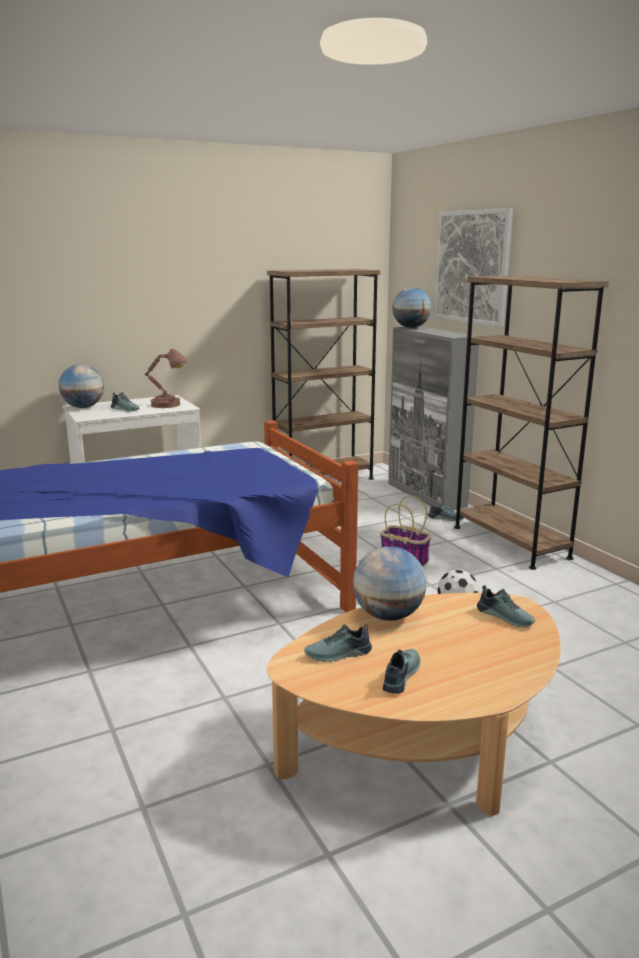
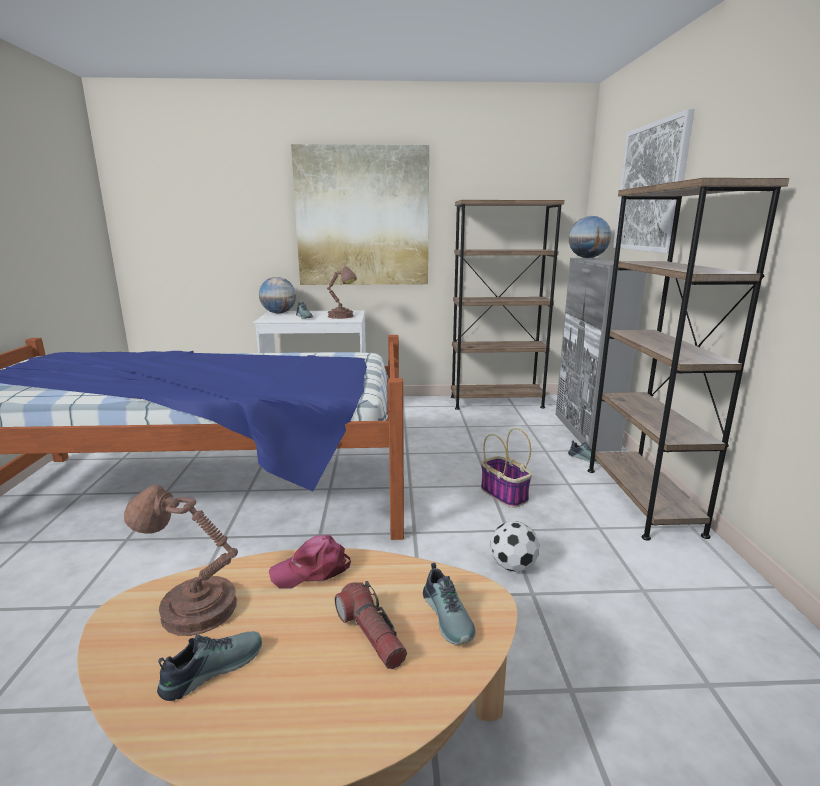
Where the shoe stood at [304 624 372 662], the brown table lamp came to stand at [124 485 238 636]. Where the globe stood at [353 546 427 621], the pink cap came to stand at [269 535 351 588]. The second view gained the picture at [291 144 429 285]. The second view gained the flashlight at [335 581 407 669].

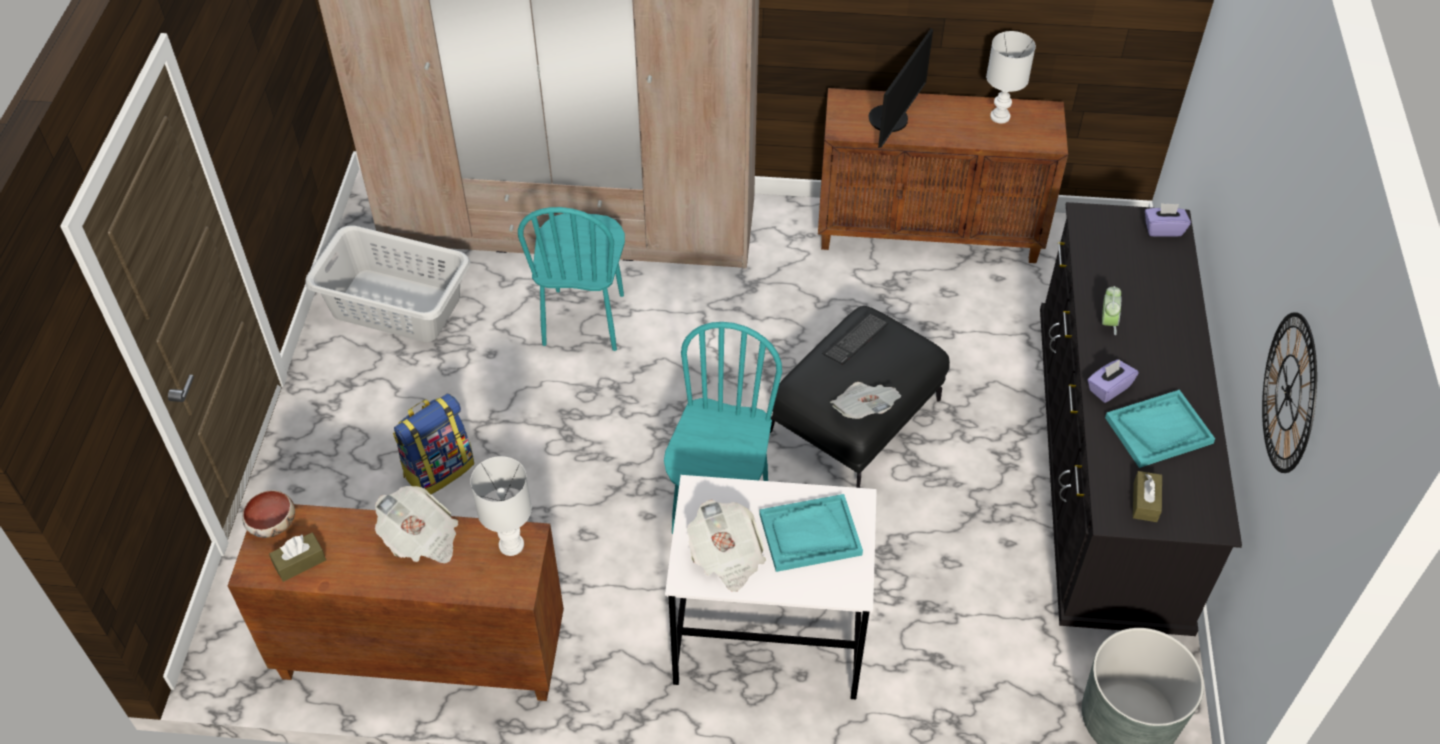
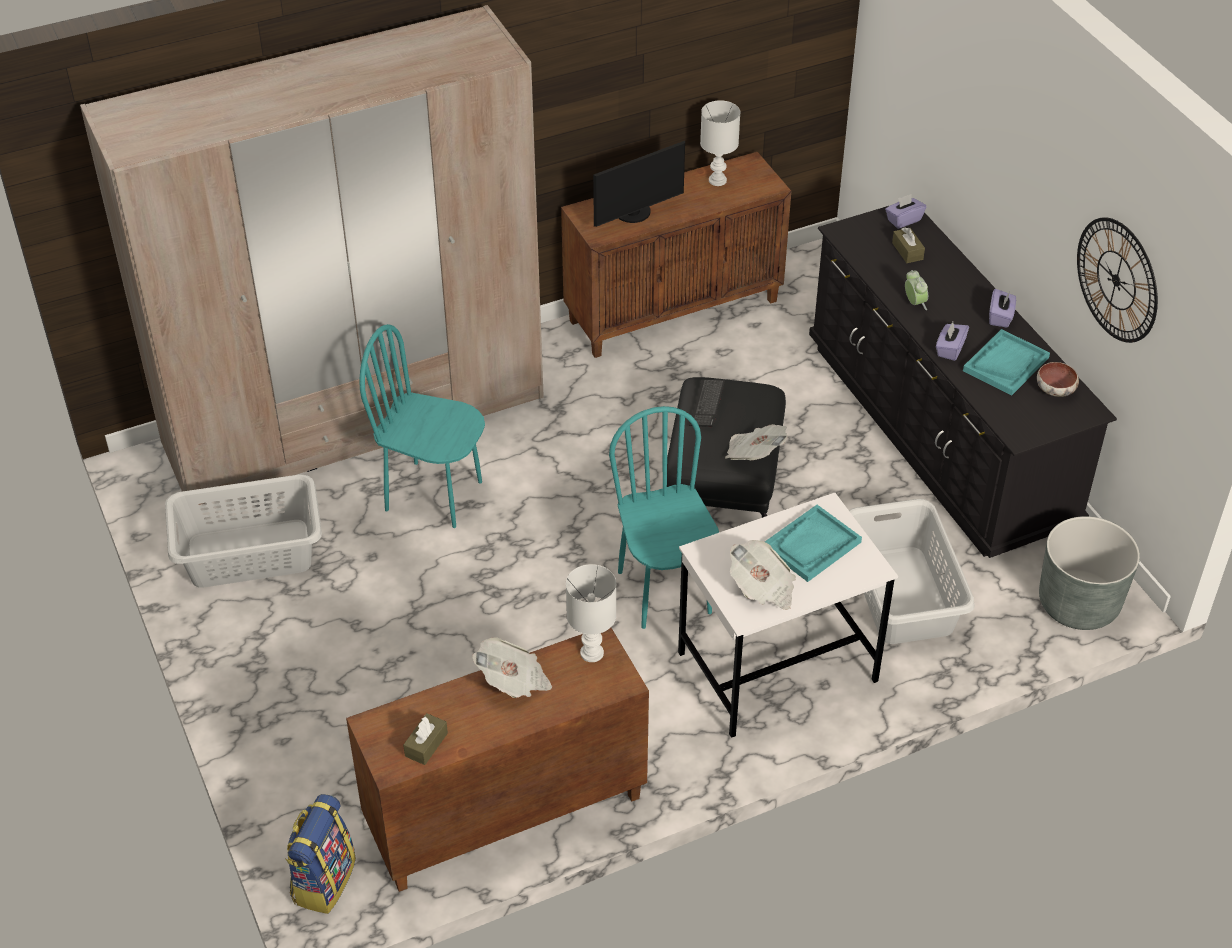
The backpack ended up elsewhere, having gone from [393 393 474 495] to [285 794 356 914]. The turquoise chair at [518 207 625 351] ended up facing another way, 135 degrees clockwise from before. The monitor at [869 28 933 148] ended up facing another way, 60 degrees clockwise from before. The second view gained the grey laundry basket at [849 499 975 644]. The brown tissue box ended up elsewhere, having gone from [1133 471 1162 522] to [892 227 925 263]. The second view gained the purple tissue box at [989 289 1016 327]. The bowl ended up elsewhere, having gone from [242 490 295 538] to [1037 362 1079 397].

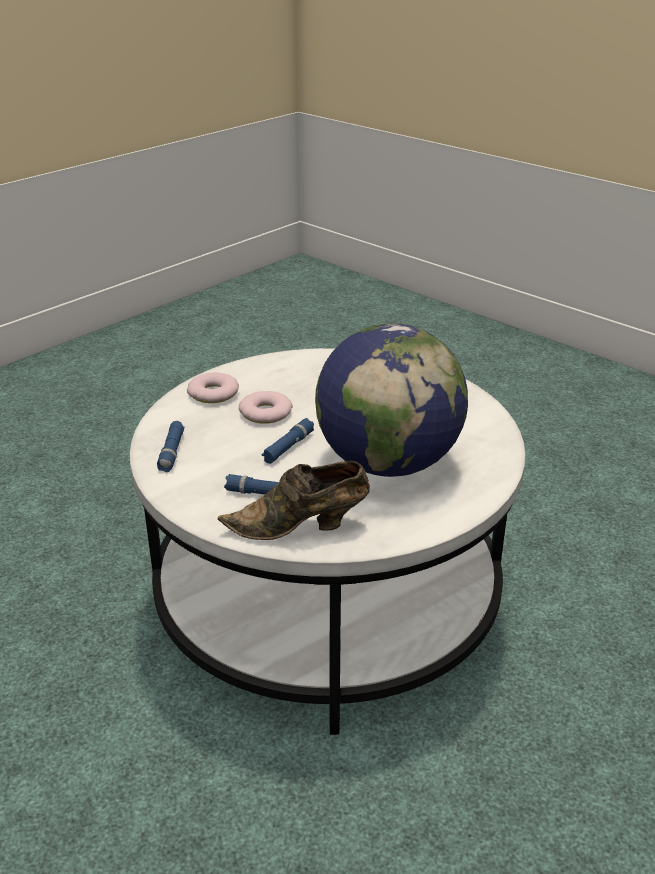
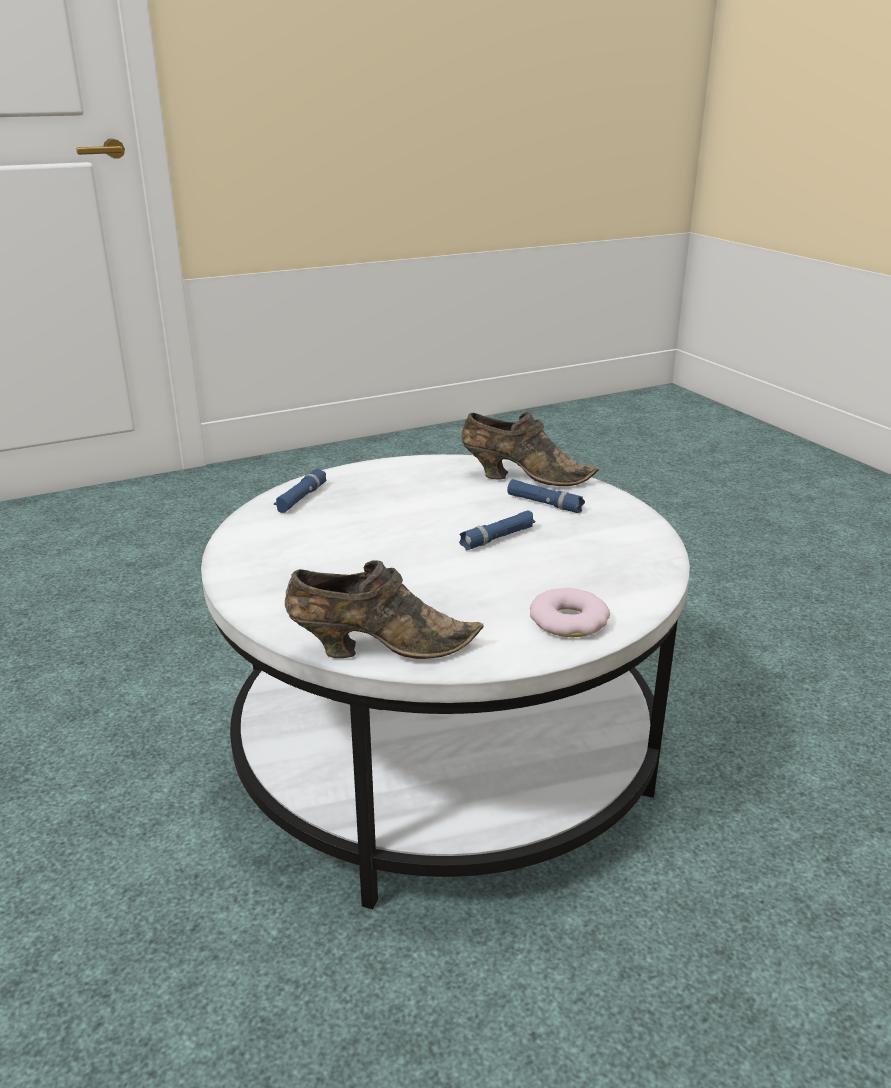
The blue flashlight ended up elsewhere, having gone from [157 421 184 473] to [274 468 326 513]. The second view gained the brown shoe at [285 560 483 659]. The second view lost the donut at [239 391 293 423]. The second view lost the globe at [315 323 468 477].

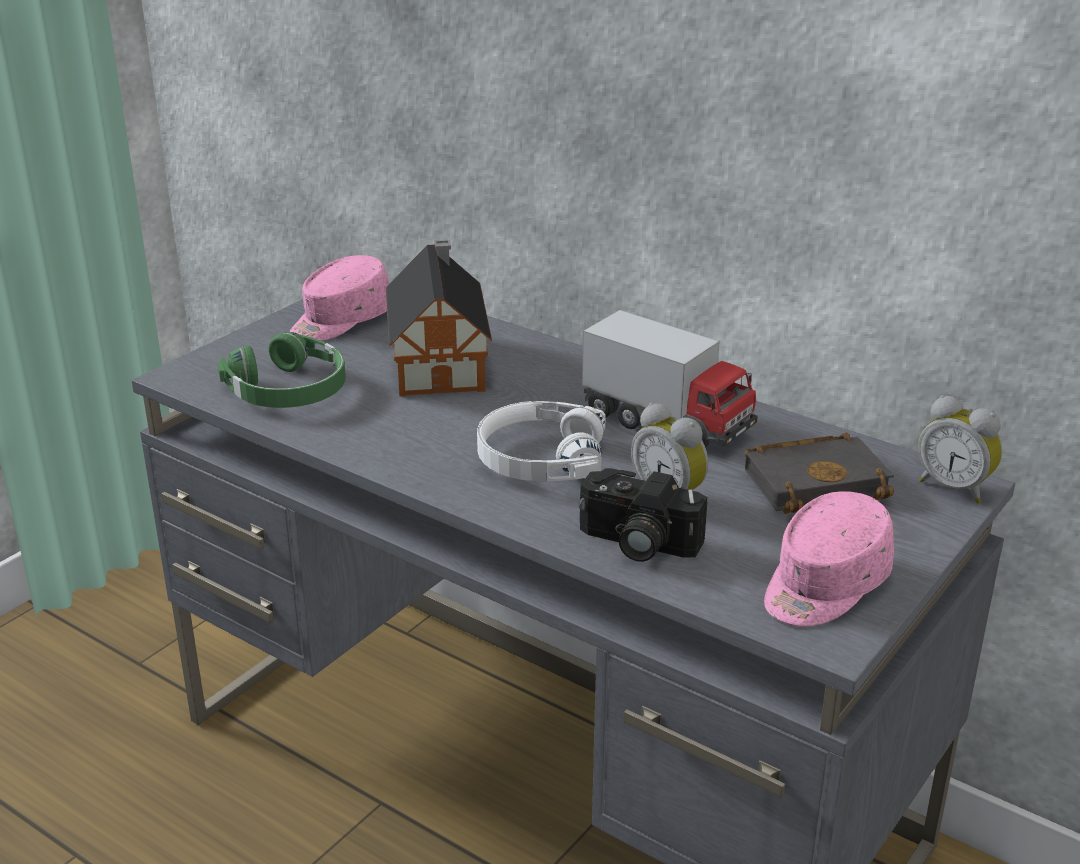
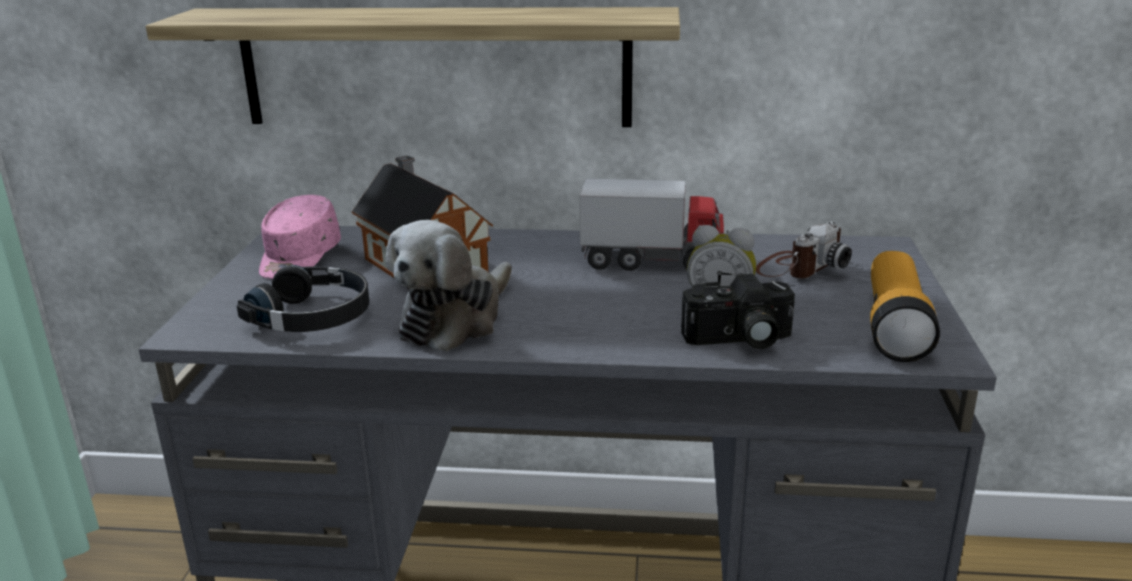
The second view gained the shelf at [146 7 680 127]. What was the green headphones at [217 332 346 408] turned into the black headphones at [237 265 369 332]. The second view gained the plush toy at [386 220 512 351]. Where the black book stood at [744 432 894 514], the photo camera came to stand at [756 222 852 278]. Where the pink cap stood at [764 491 894 626], the flashlight came to stand at [870 251 940 362]. The second view lost the white headphones at [477 401 606 481]. The second view lost the alarm clock at [918 395 1002 504].

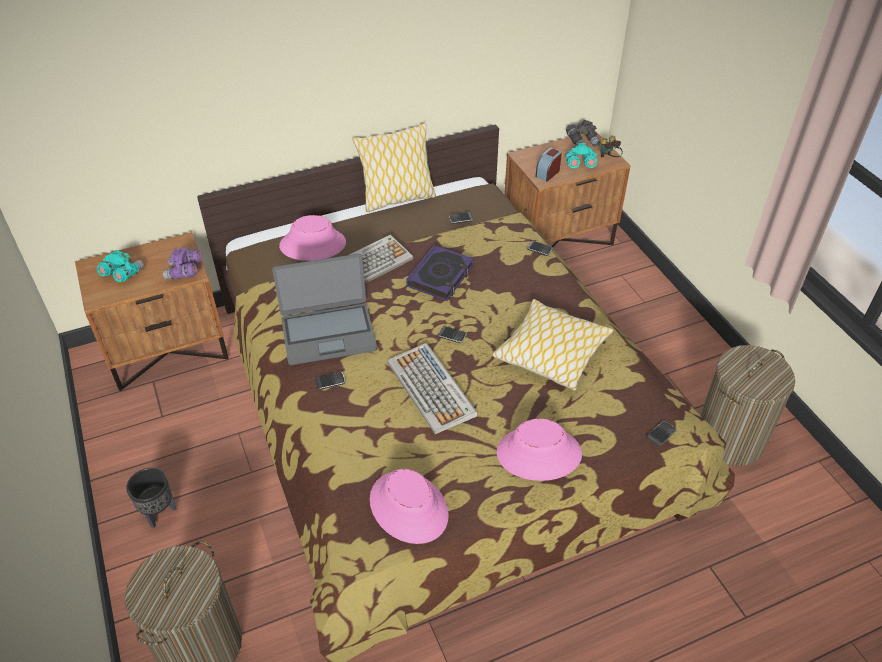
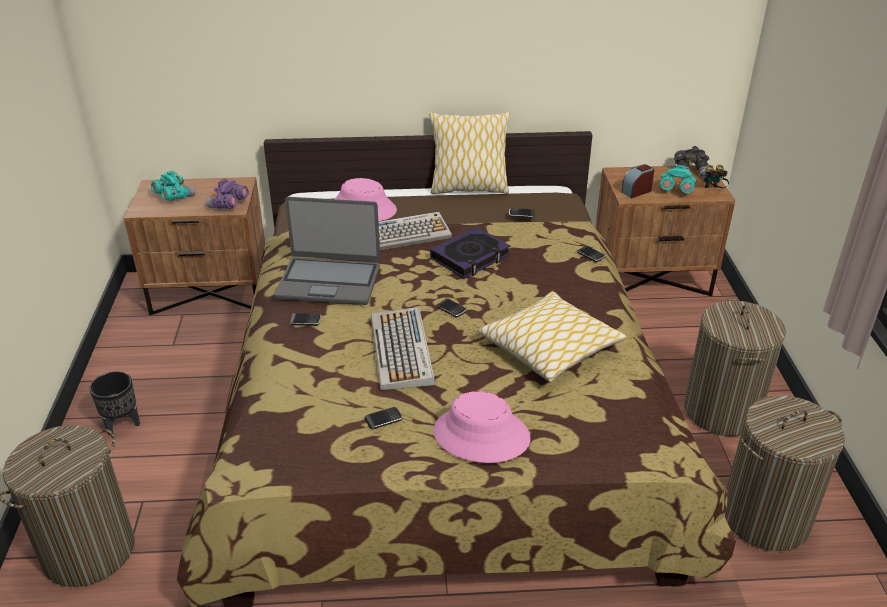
The phone ended up elsewhere, having gone from [647 421 677 446] to [365 407 402 429]. The second view gained the laundry basket at [684 299 786 436]. The second view lost the pink hat at [370 469 449 544].

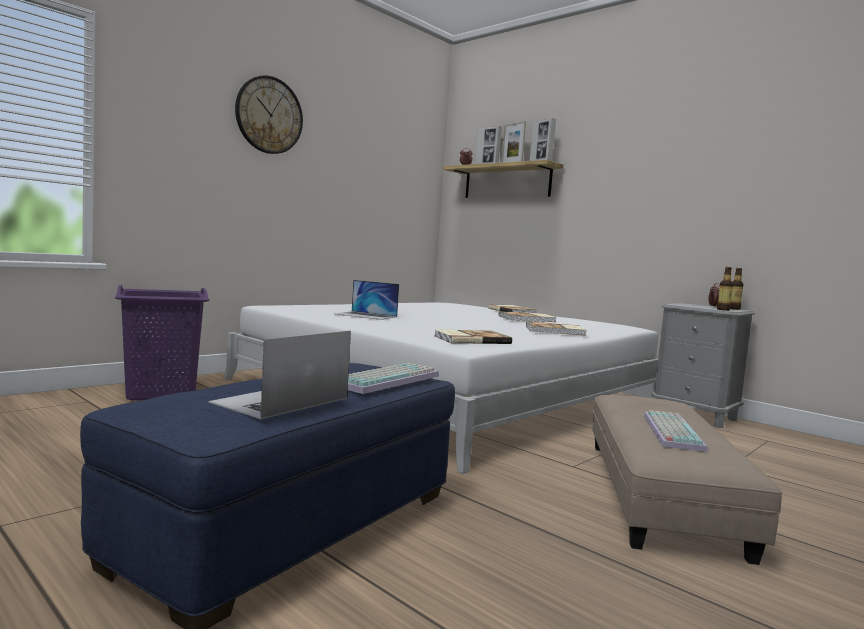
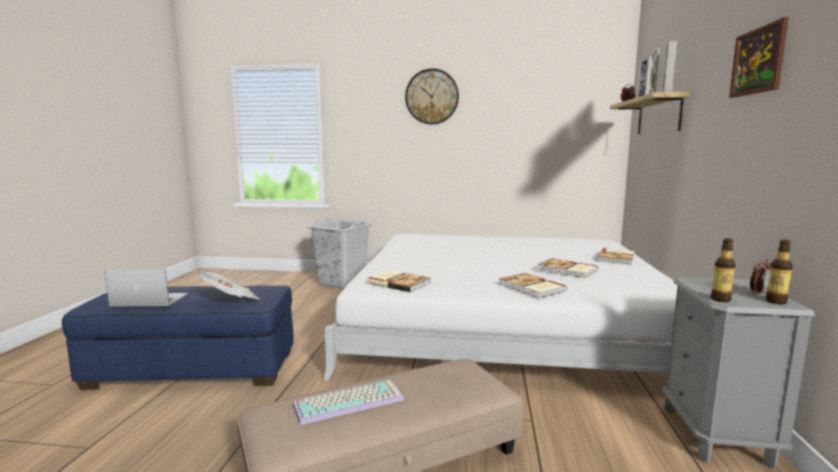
Where the keyboard stood at [348 363 439 394], the newspaper came to stand at [194 271 260 299]. What was the purple laundry basket at [115 285 209 401] turned into the grey laundry basket at [307 218 372 289]. The second view gained the picture at [729 17 789 98]. The second view lost the laptop at [334 280 399 320].

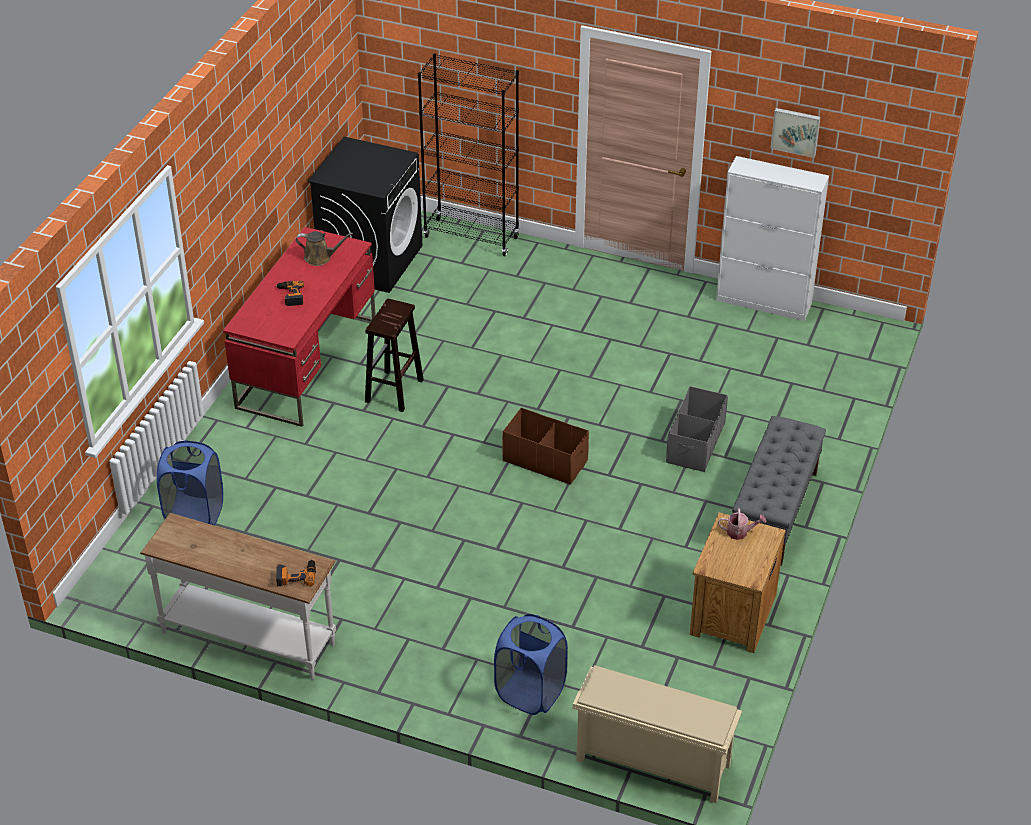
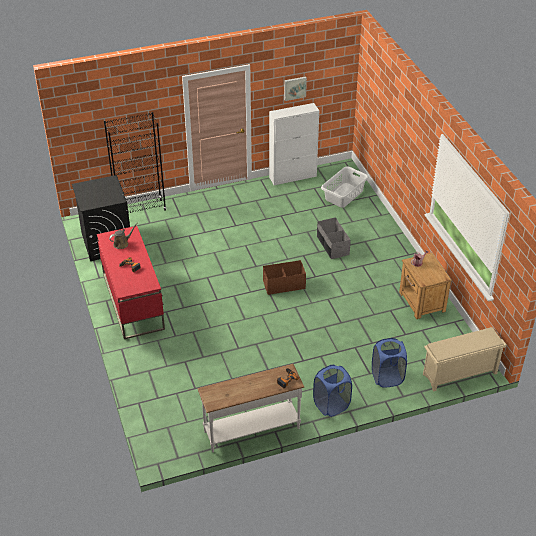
The blue laundry basket ended up elsewhere, having gone from [157 440 223 525] to [313 365 352 417]. The second view gained the grey laundry basket at [321 166 369 208]. The second view lost the brown stool at [365 298 424 412]. The second view lost the grey bench at [732 416 826 566].

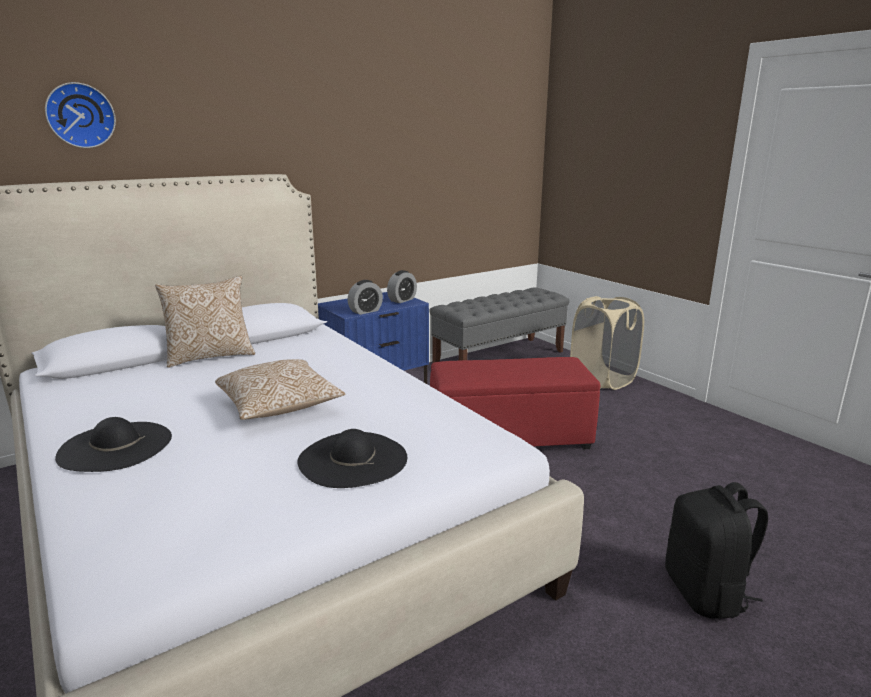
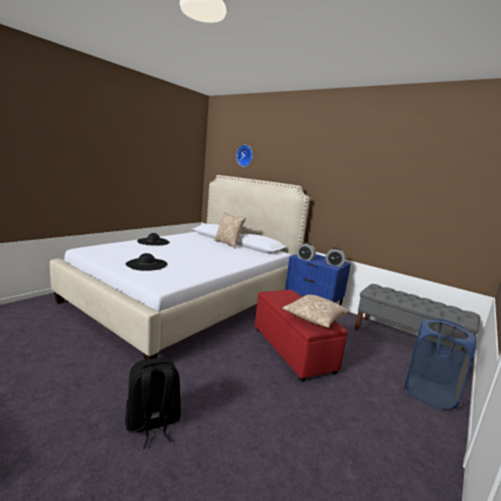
The pillow ended up elsewhere, having gone from [215 359 345 420] to [282 295 349 328]. What was the beige laundry basket at [570 296 644 390] turned into the blue laundry basket at [404 319 476 410].

